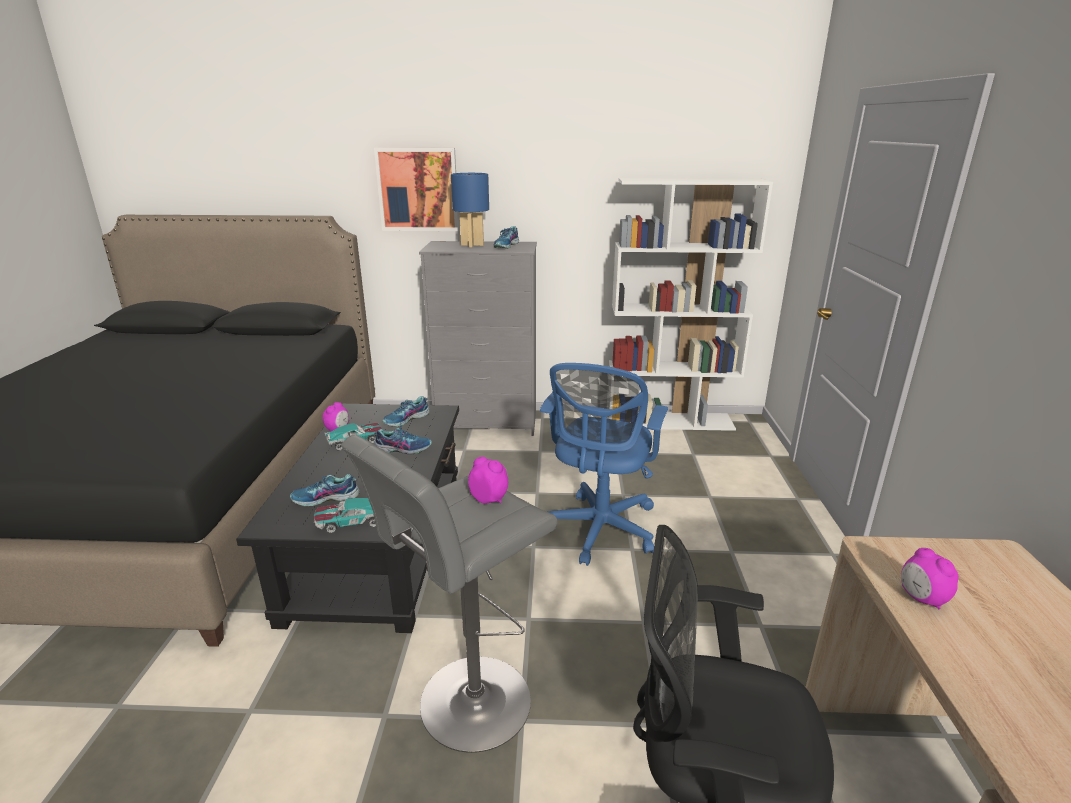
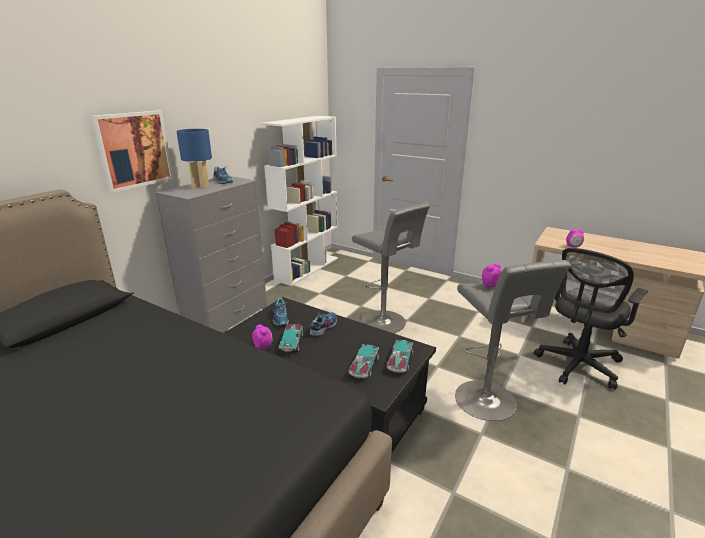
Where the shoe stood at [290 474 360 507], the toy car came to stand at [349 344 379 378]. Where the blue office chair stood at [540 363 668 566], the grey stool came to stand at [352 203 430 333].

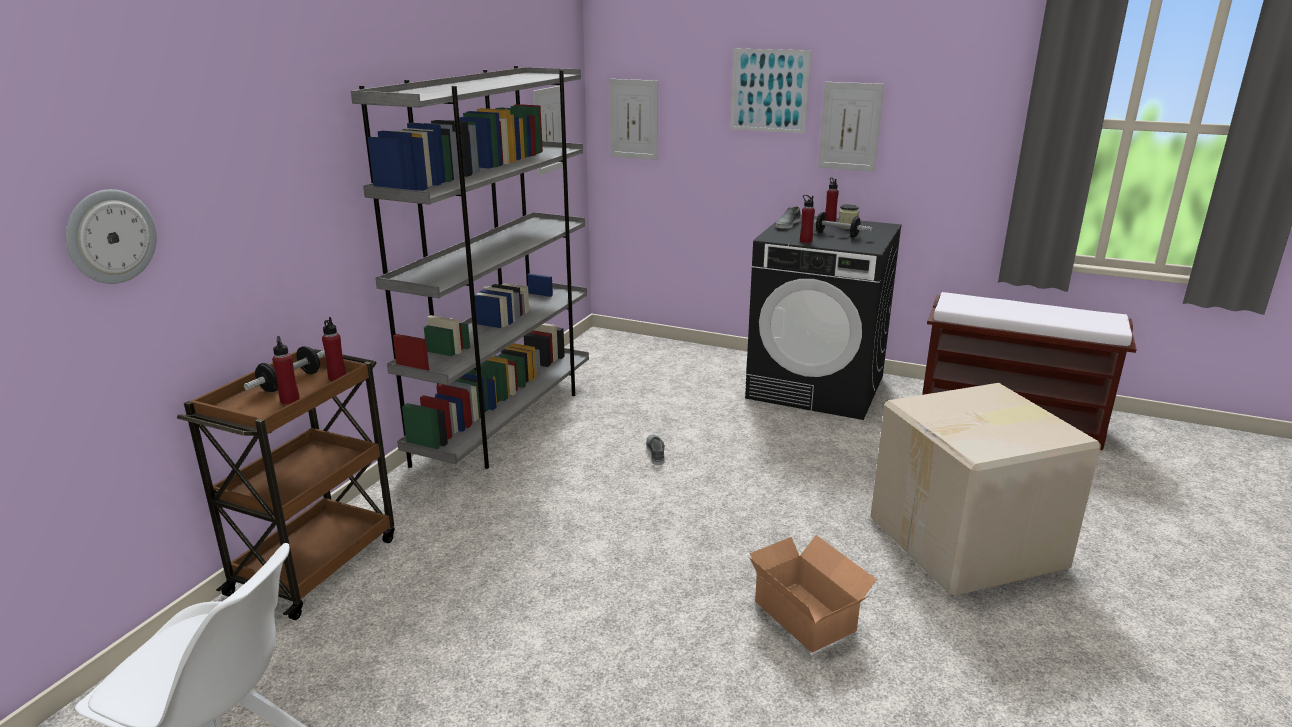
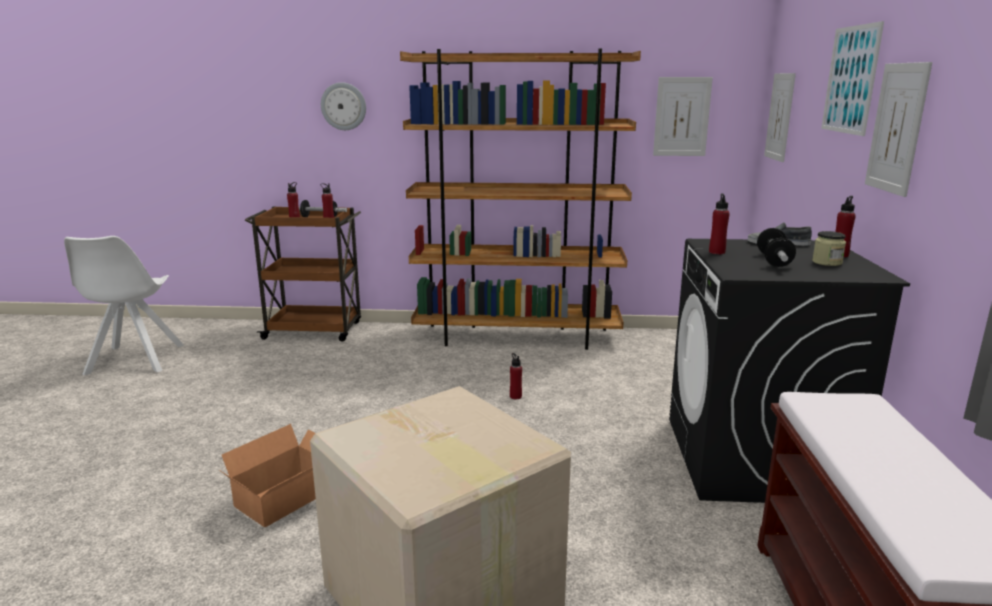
The wall clock ended up elsewhere, having gone from [66 189 157 284] to [321 82 366 130]. What was the grey bookcase at [351 66 589 469] turned into the brown bookcase at [400 49 641 350]. Where the grey shoe stood at [646 435 665 465], the red bottle came to stand at [510 353 522 399].

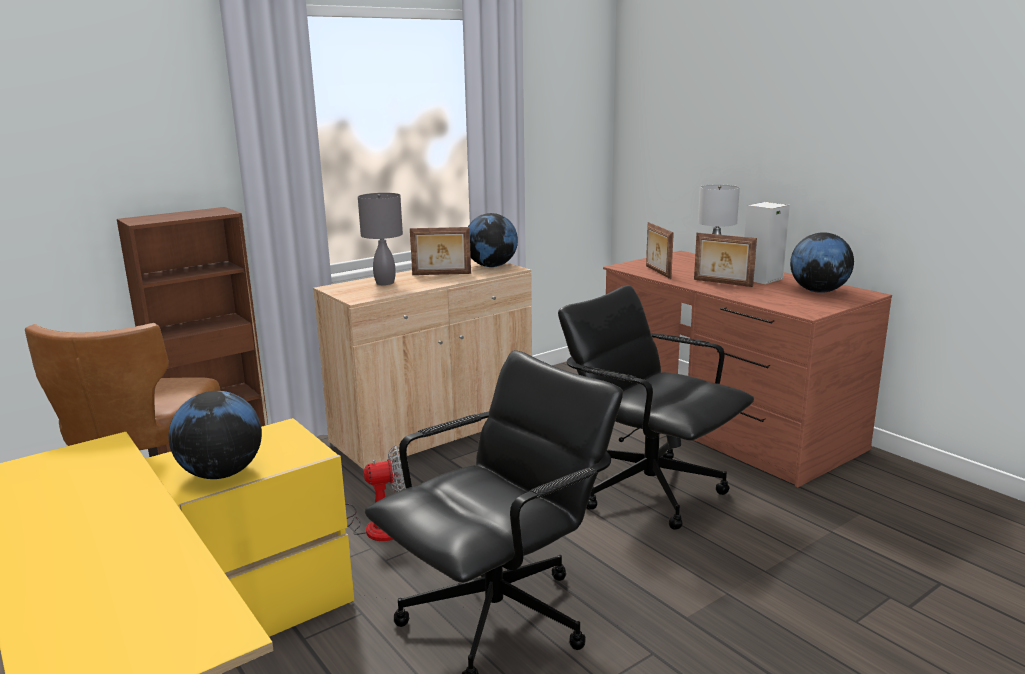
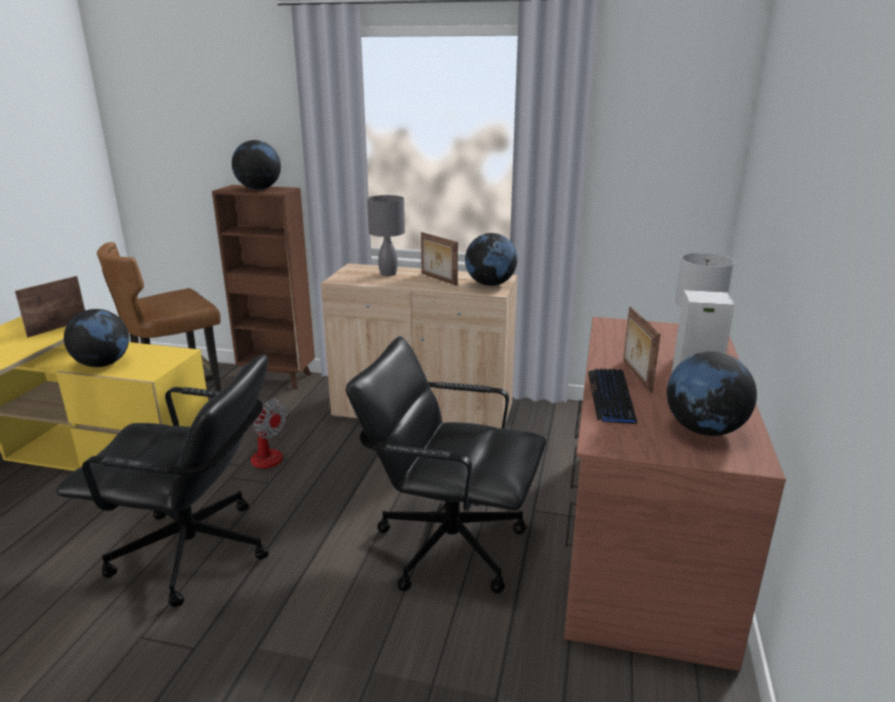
The picture frame ended up elsewhere, having gone from [646 222 674 279] to [15 276 85 337]. The second view gained the globe at [232 140 281 190]. The black office chair at [558 285 754 530] ended up facing another way, 75 degrees counterclockwise from before. The second view gained the keyboard at [588 369 637 424].

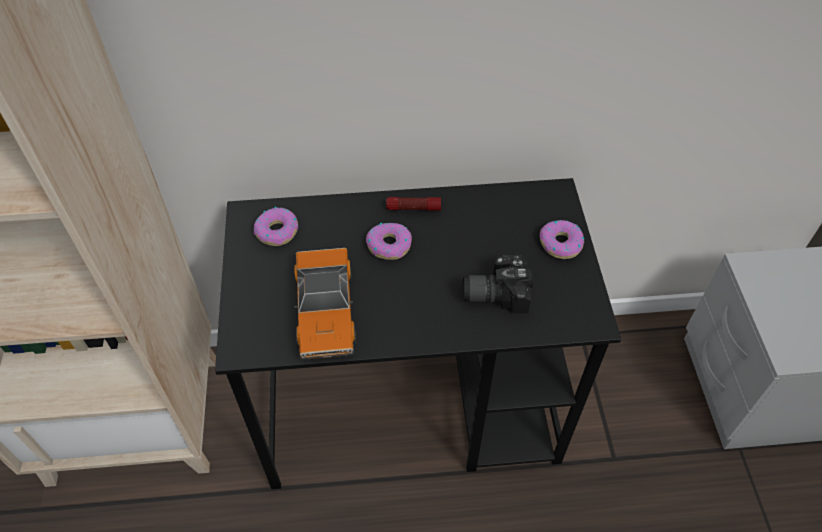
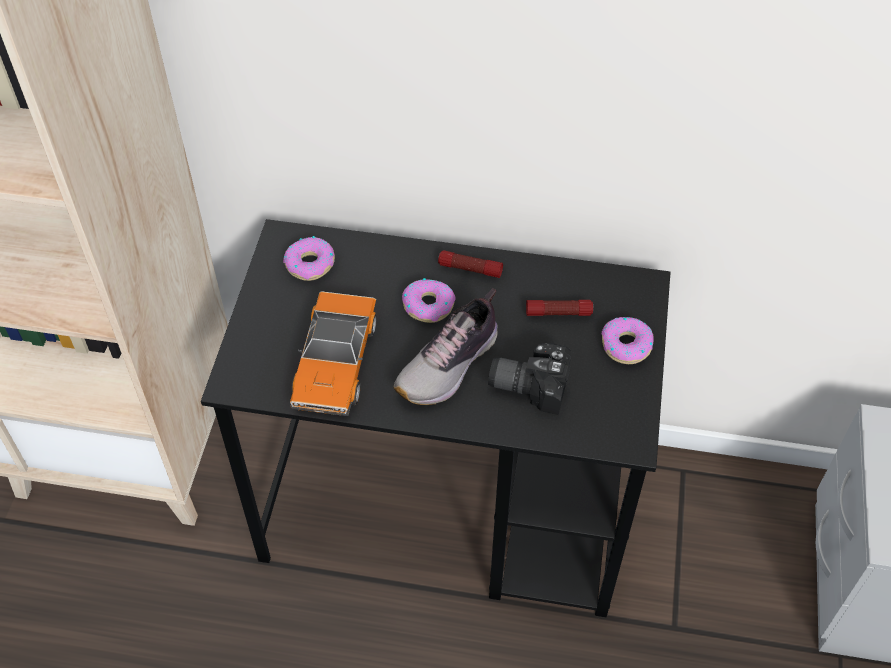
The second view gained the shoe at [394 288 498 405]. The second view gained the flashlight at [526 300 593 316].

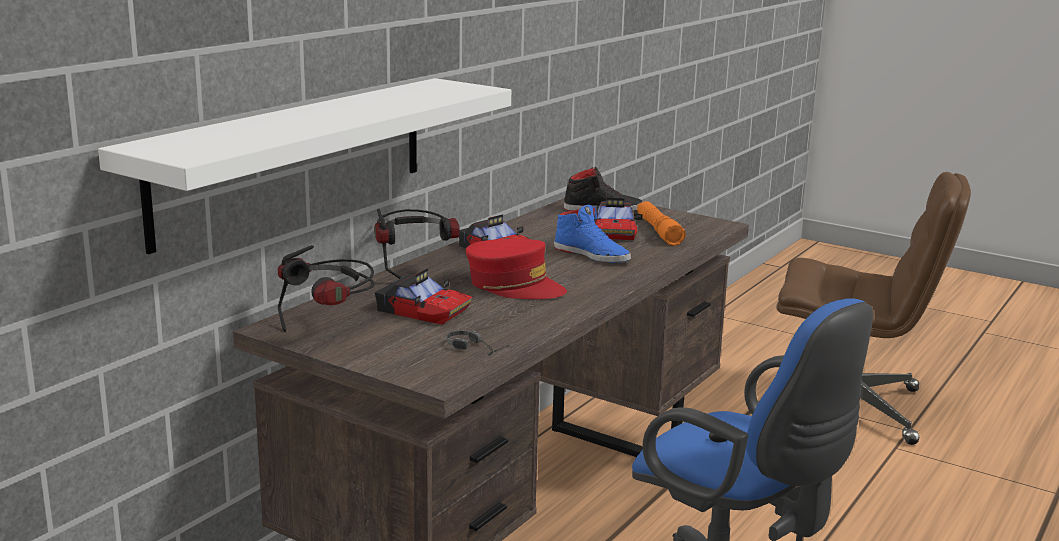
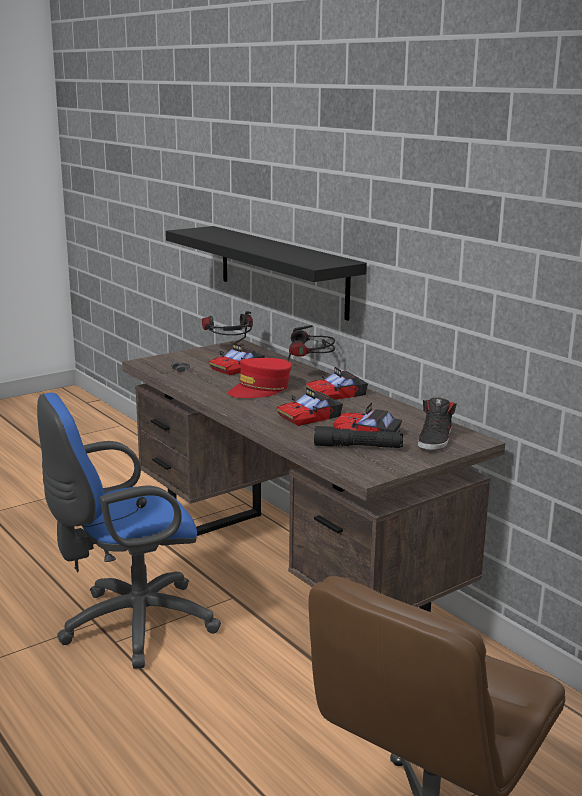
What was the white shelf at [98 78 511 254] turned into the black shelf at [166 226 367 321]. Where the blue shoe stood at [554 205 631 263], the toy car came to stand at [276 387 343 426]. What was the orange flashlight at [637 201 686 246] turned into the black flashlight at [314 426 403 448].

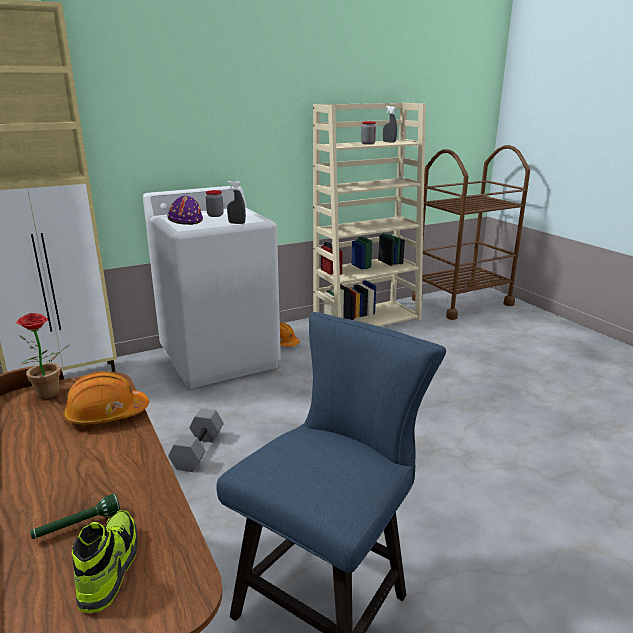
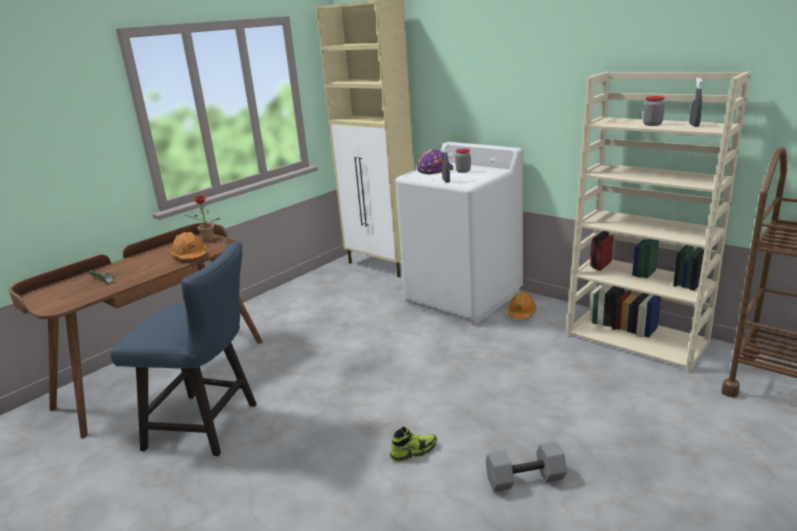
The shoe ended up elsewhere, having gone from [72 510 138 613] to [390 426 437 462]. The grey dumbbell ended up elsewhere, having gone from [168 408 224 472] to [485 442 567 492].

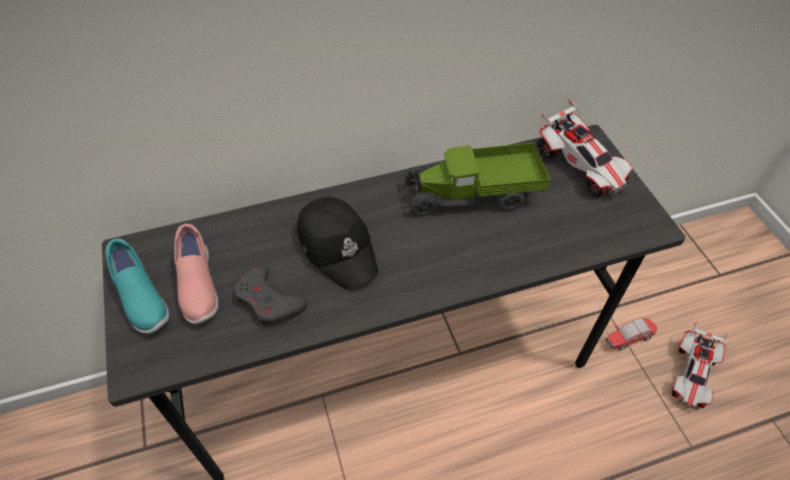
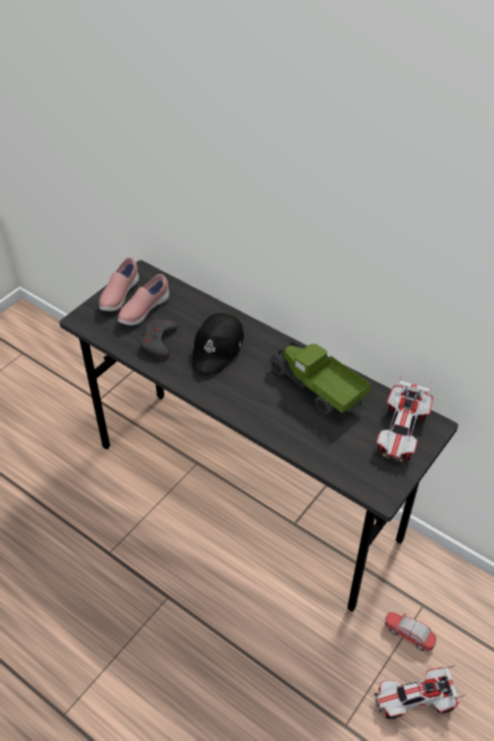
What was the turquoise shoe at [105 239 169 334] turned into the pink shoe at [99 257 139 311].

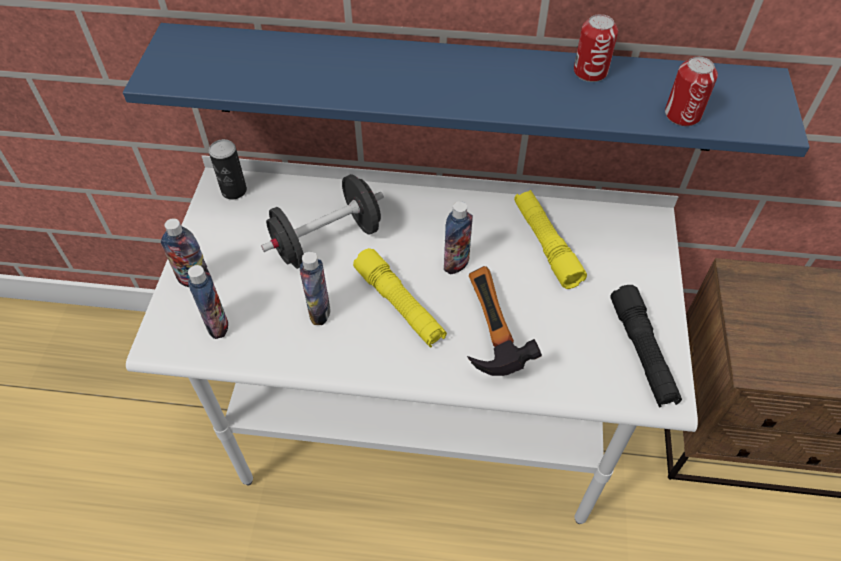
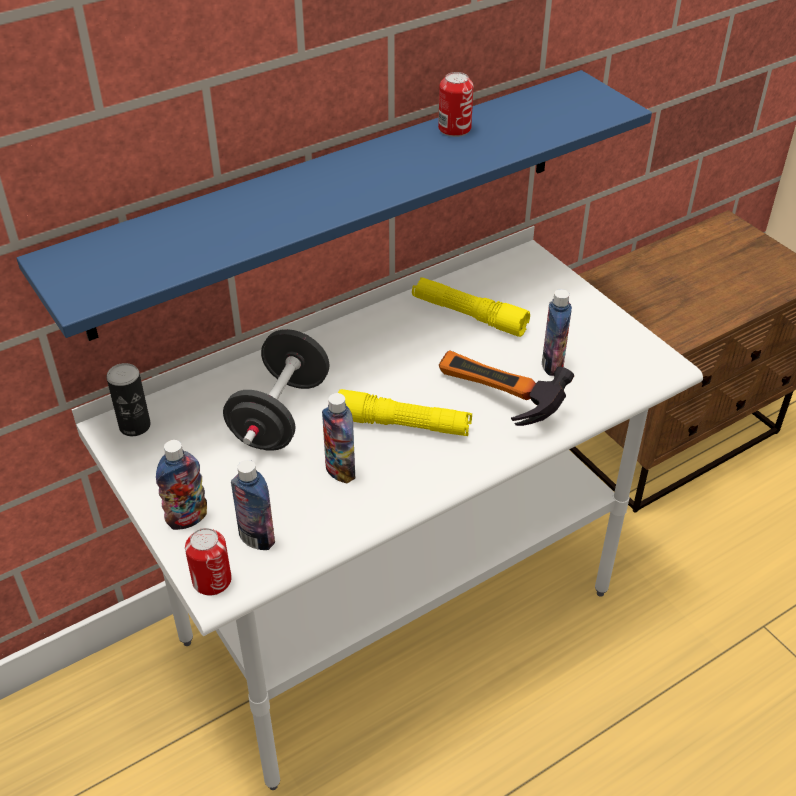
The can ended up elsewhere, having gone from [665 57 718 126] to [185 528 232 595]. The bottle ended up elsewhere, having gone from [444 201 473 274] to [542 289 572 376]. The second view lost the black flashlight at [610 285 682 407].

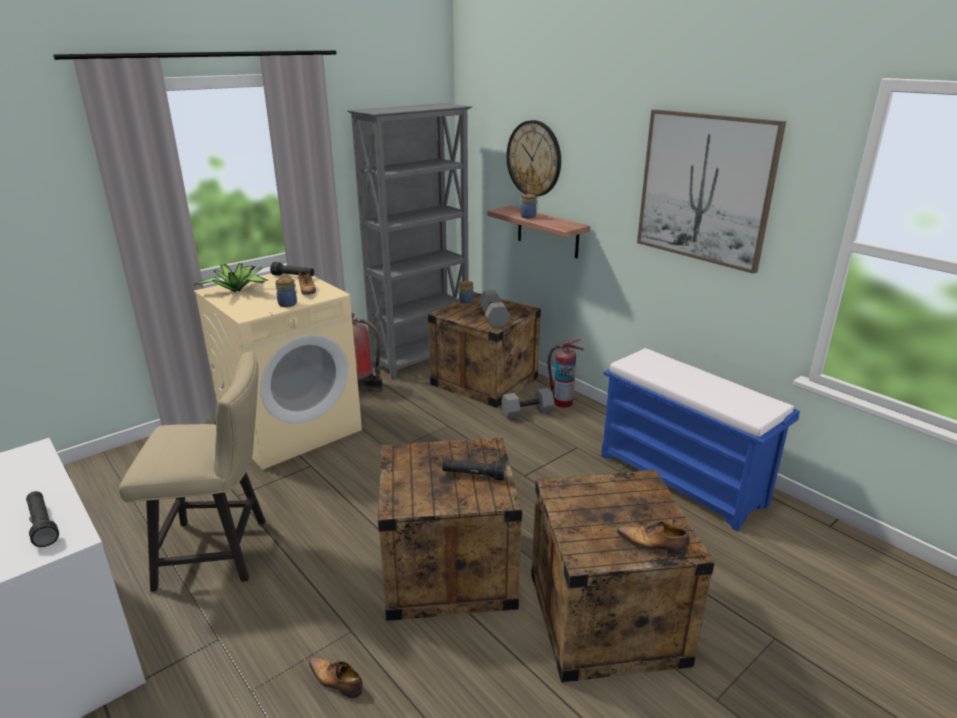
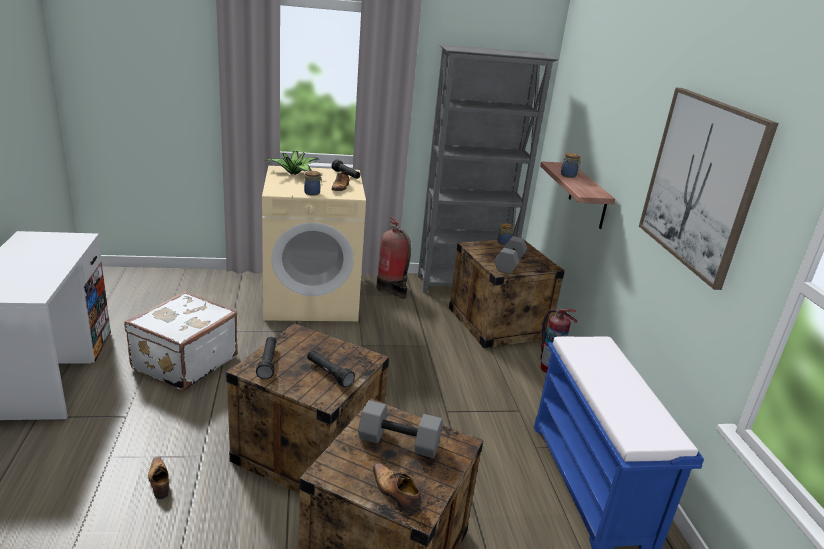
Where the beige chair stood at [119 352 265 592], the white suitcase came to stand at [124 291 238 391]. The black flashlight ended up elsewhere, having gone from [26 491 59 547] to [256 337 276 379]. The grey dumbbell ended up elsewhere, having gone from [501 388 554 419] to [358 400 442 458]. The second view lost the wall clock at [507 120 561 197].

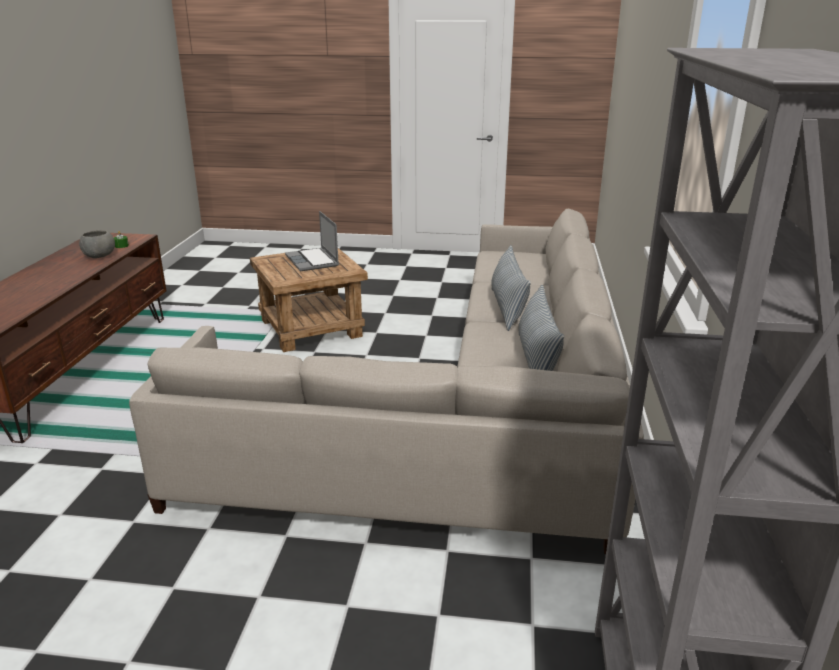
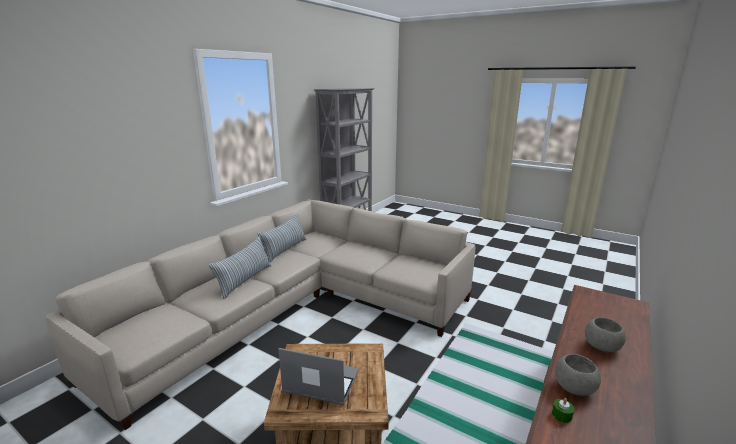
The laptop at [285 211 339 272] ended up facing another way, 75 degrees counterclockwise from before. The second view gained the grey bowl at [585 317 626 352].

